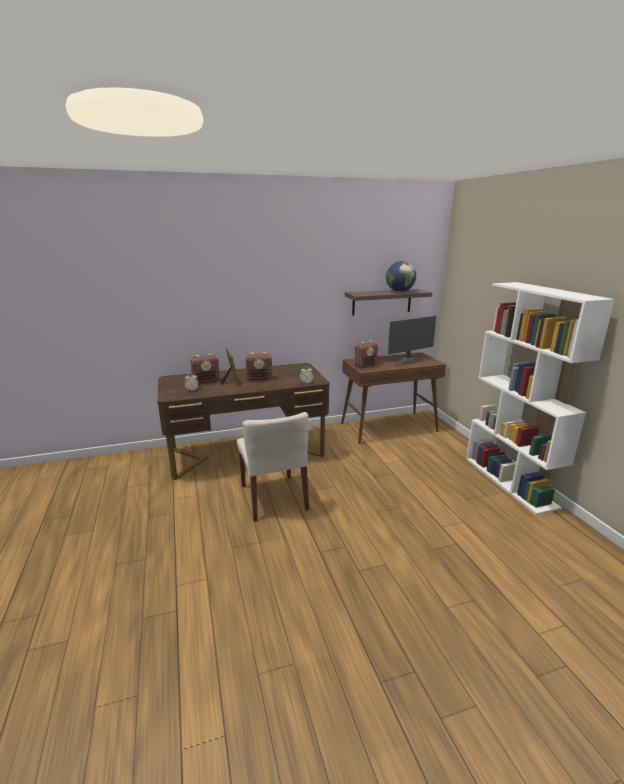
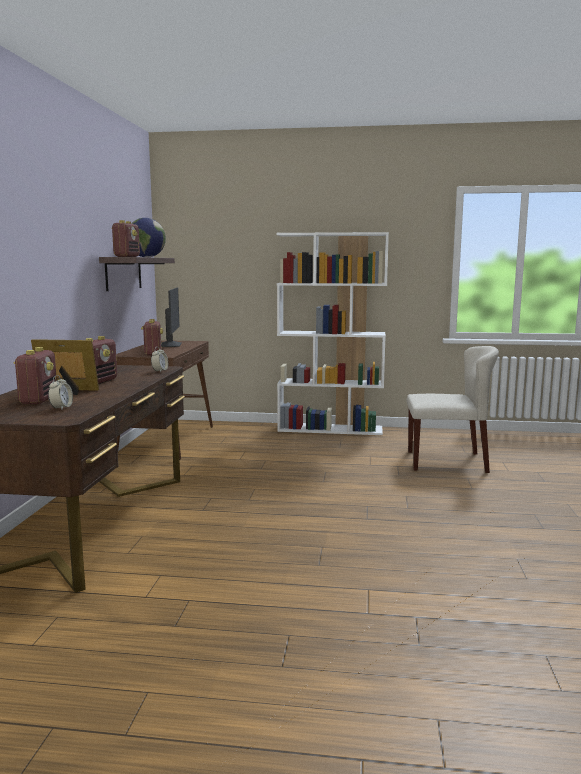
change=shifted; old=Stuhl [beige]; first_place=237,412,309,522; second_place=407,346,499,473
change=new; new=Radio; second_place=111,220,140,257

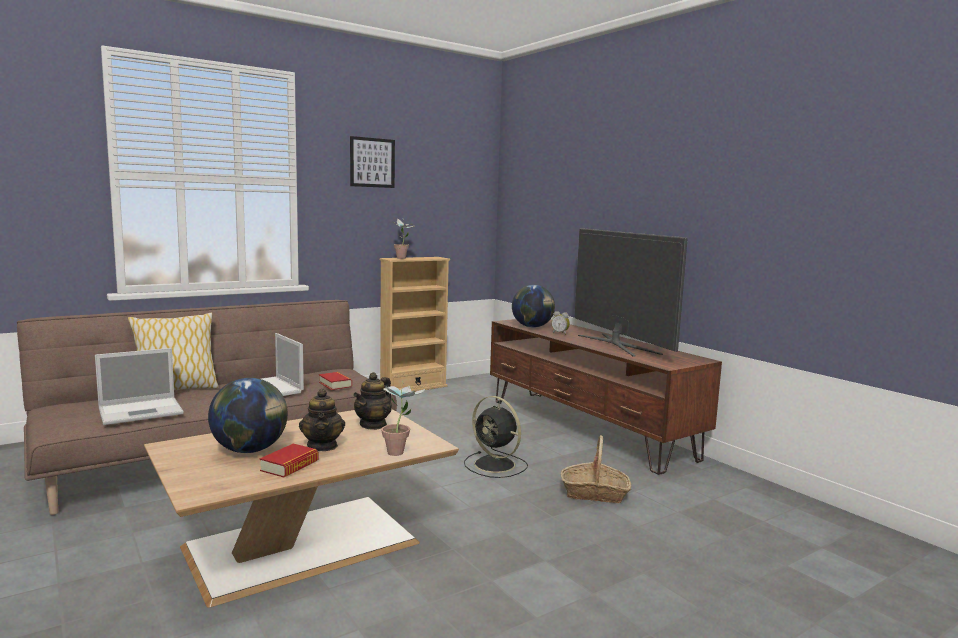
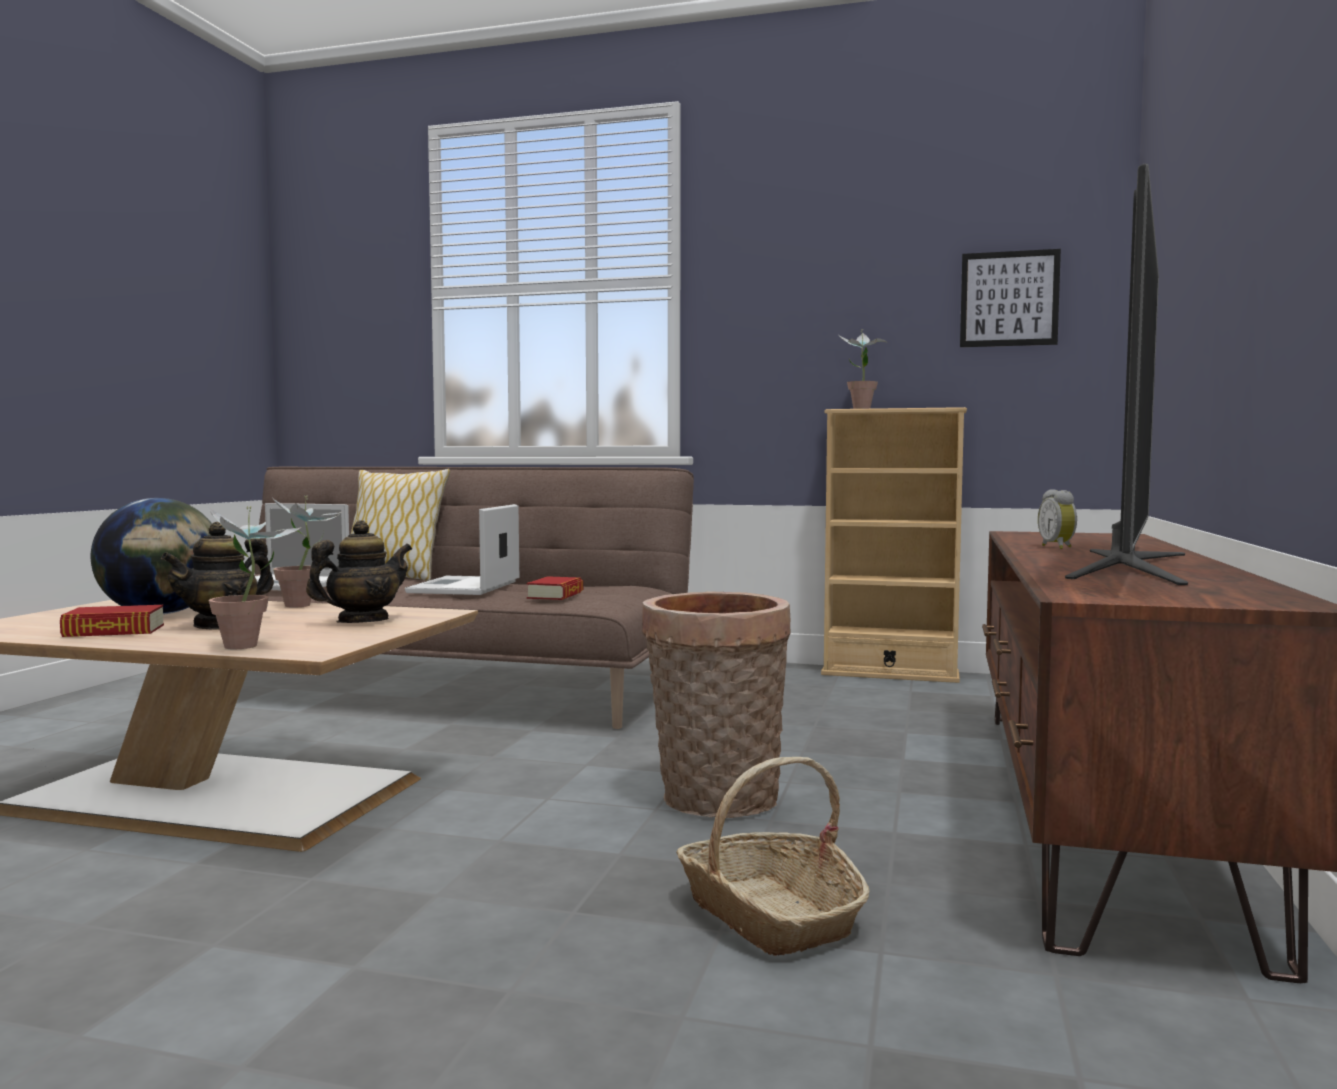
change=shifted; old=Bild; first_place=350,136,395,188; second_place=960,249,1061,347
change=gone; old=Globus; first_place=512,285,555,328
change=rotated; old=Teekanne; first_place=353,372,392,430; second_place=306,520,412,623; degrees=150
change=swapped; old=Ventilator [schwarz]; new=Korb; first_place=464,396,528,478; second_place=642,591,791,818
change=new; new=Topfpflanze; second_place=273,496,342,608

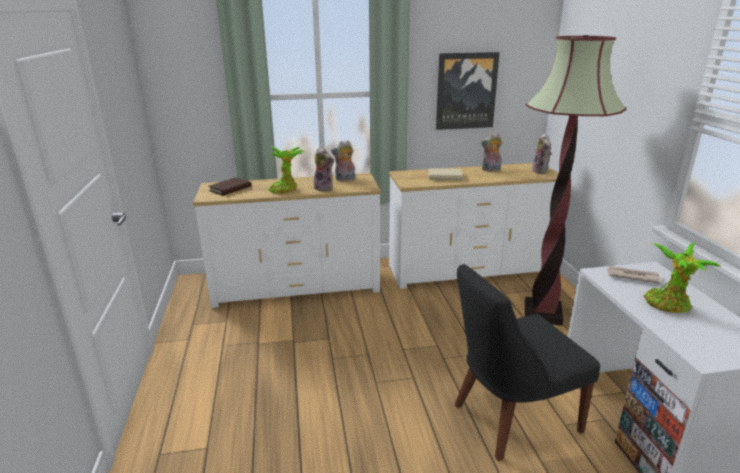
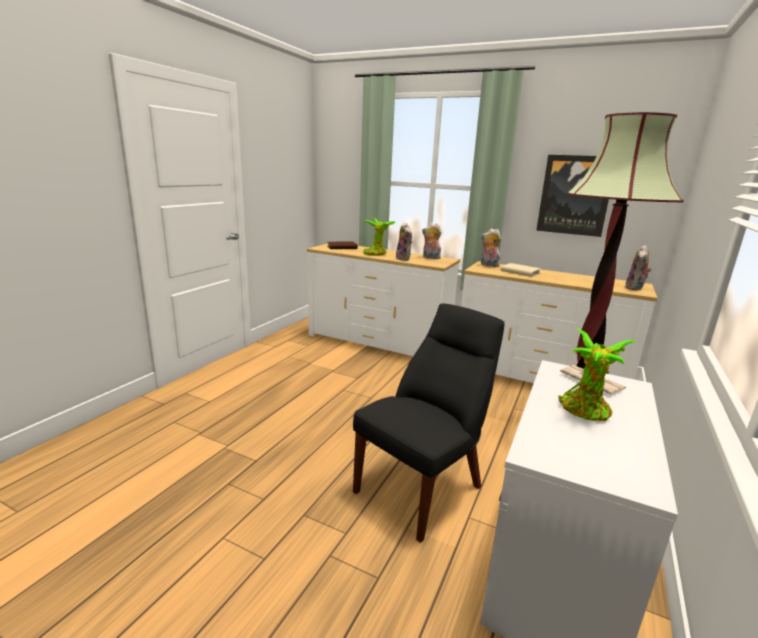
change=shifted; old=Plüschtier; first_place=481,133,502,171; second_place=481,229,501,267
change=rotated; old=Stuhl [schwarz]; first_place=455,264,600,461; second_place=353,304,505,543; degrees=120

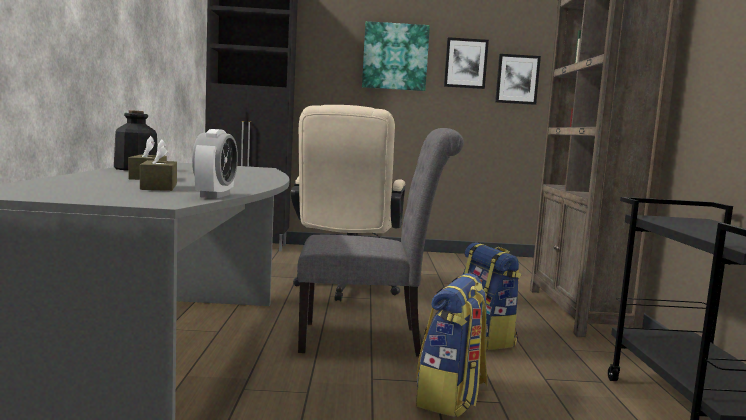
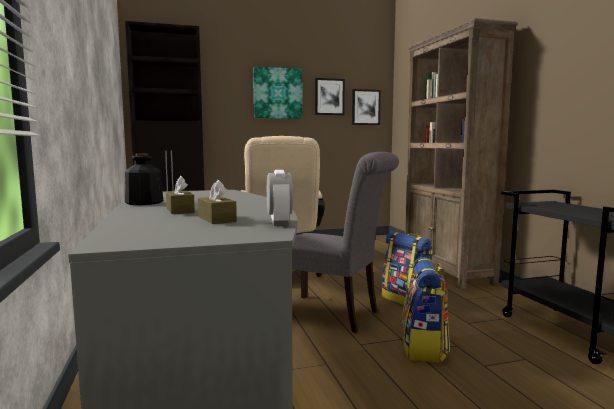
change=rotated; old=Stuhl [grau]; first_place=297,128,464,357; second_place=292,152,399,333; degrees=45

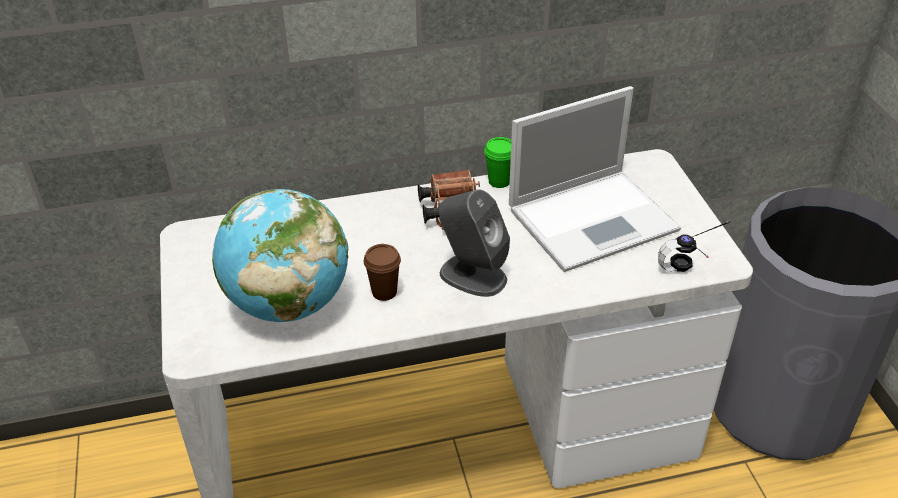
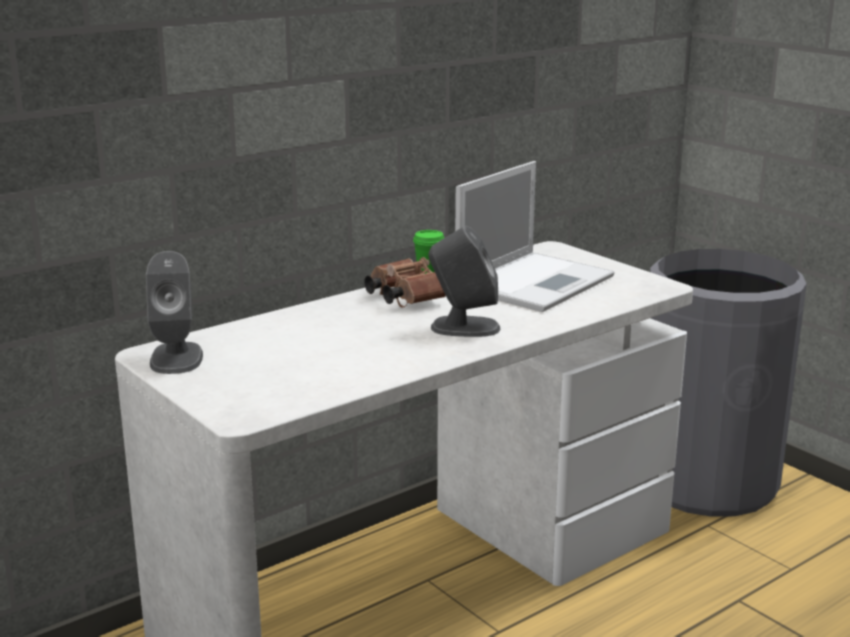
change=gone; old=Globus; first_place=212,189,349,322
change=gone; old=Kopfhörer; first_place=658,220,731,272
change=gone; old=Tasse [braun]; first_place=364,244,401,301
change=new; new=Lautsprecher [grau]; second_place=146,251,203,374

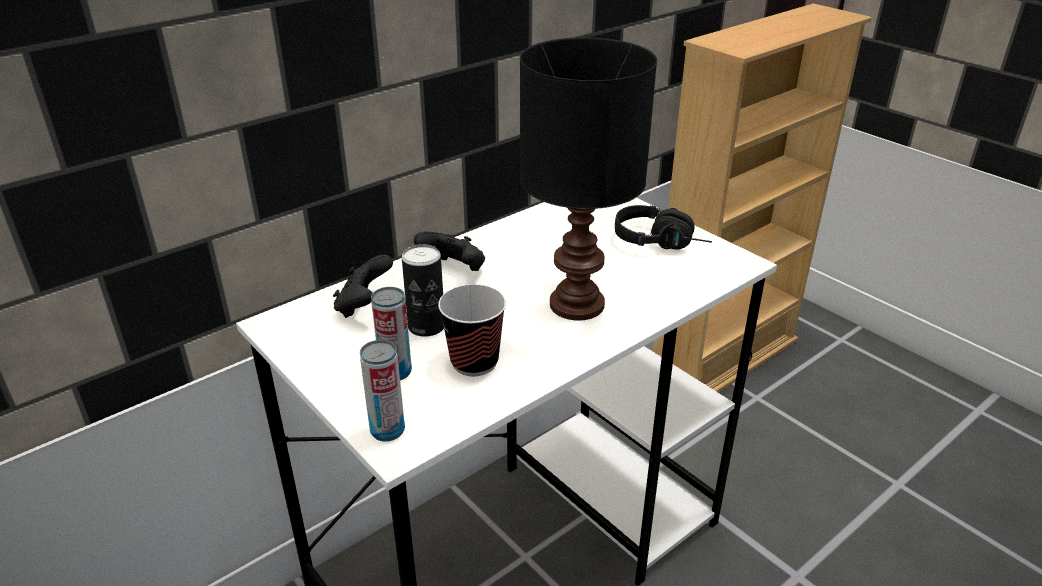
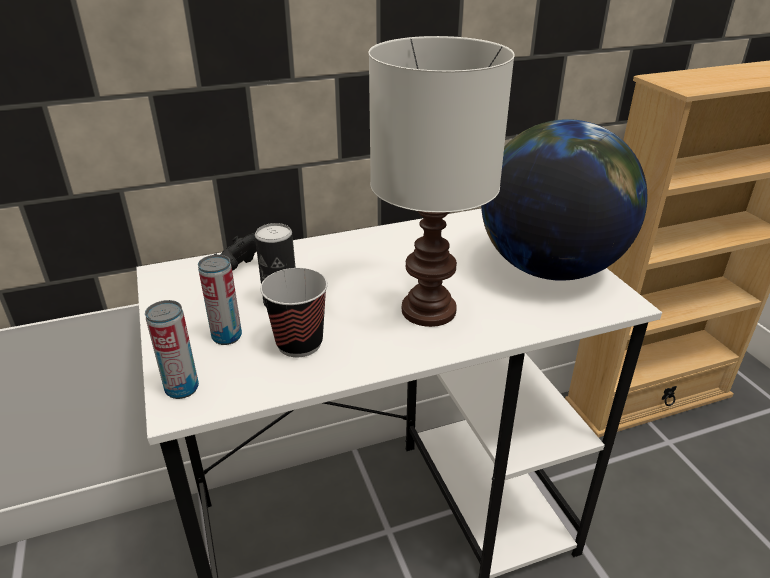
change=repainted; old=Tischlampe [schwarz]; new=Tischlampe [weiß]; first_place=520,37,657,321; second_place=368,36,515,327
change=swapped; old=Kopfhörer [schwarz]; new=Globus; first_place=615,205,712,250; second_place=481,119,648,281
change=gone; old=Gamepad [schwarz]; first_place=414,231,485,271

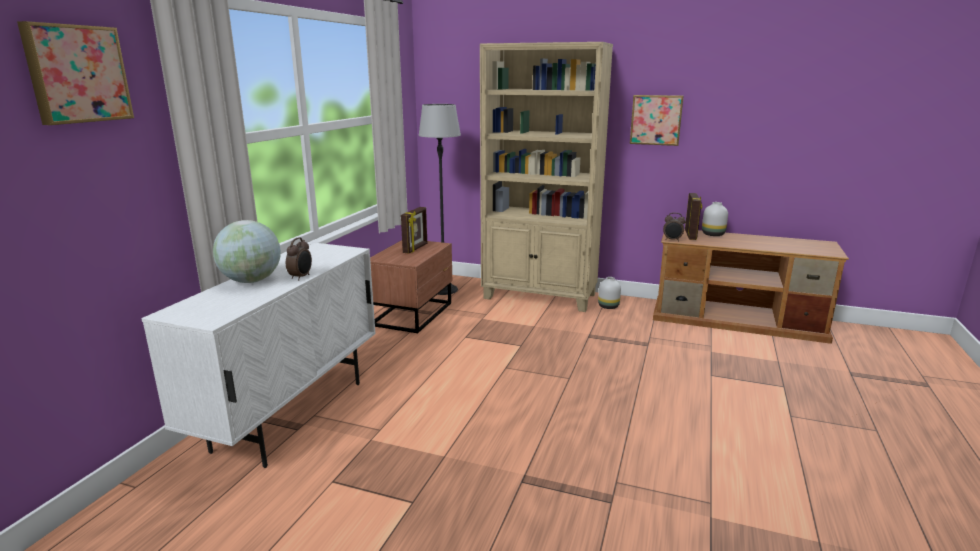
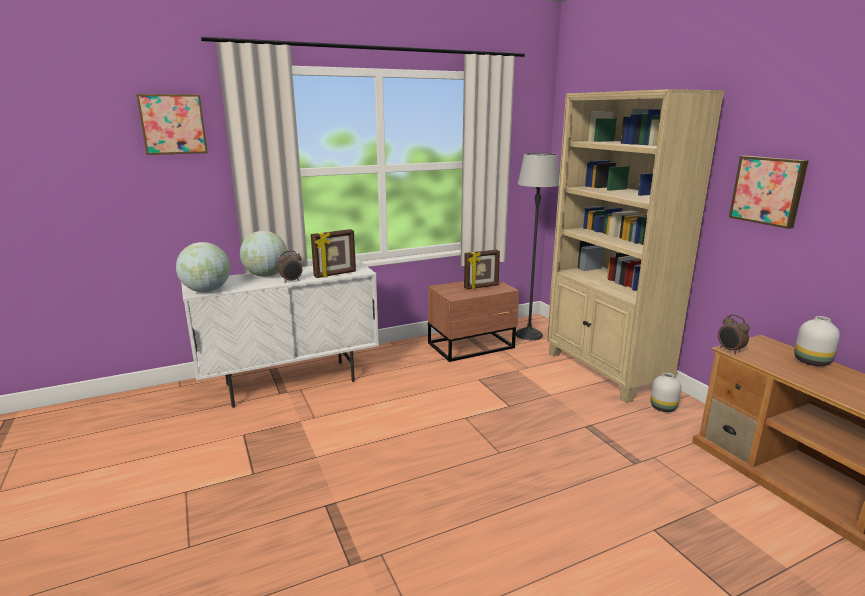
change=shifted; old=Bilderrahmen; first_place=685,193,702,240; second_place=311,229,356,278
change=new; new=Globus; second_place=176,242,230,292

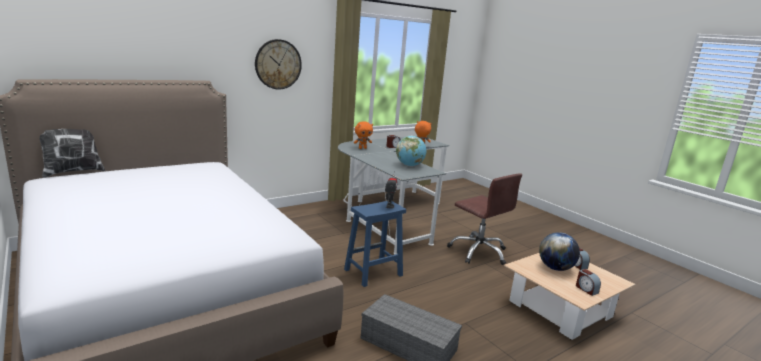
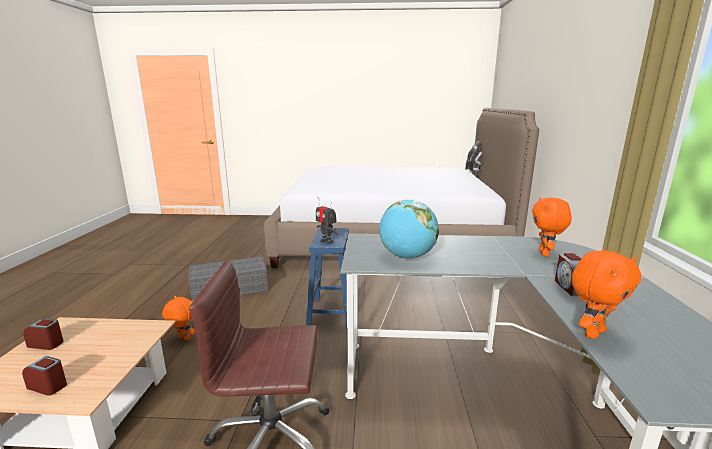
change=gone; old=Wanduhr; first_place=255,39,302,90
change=gone; old=Globus; first_place=539,232,580,271
change=new; new=Plüschtier [orange]; second_place=162,296,195,340

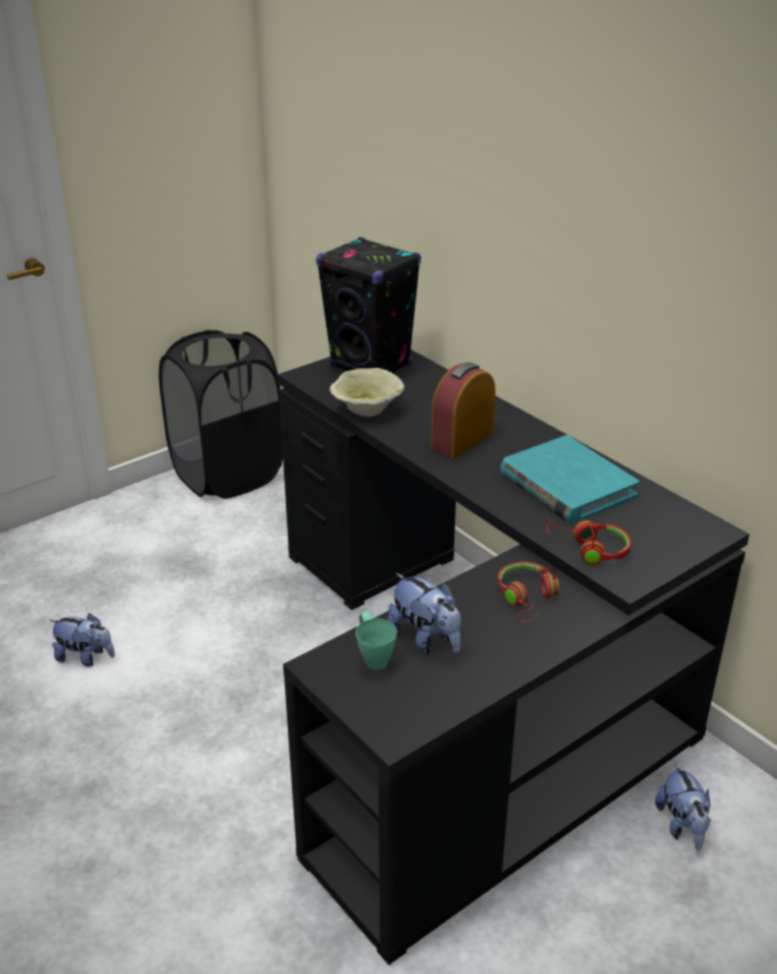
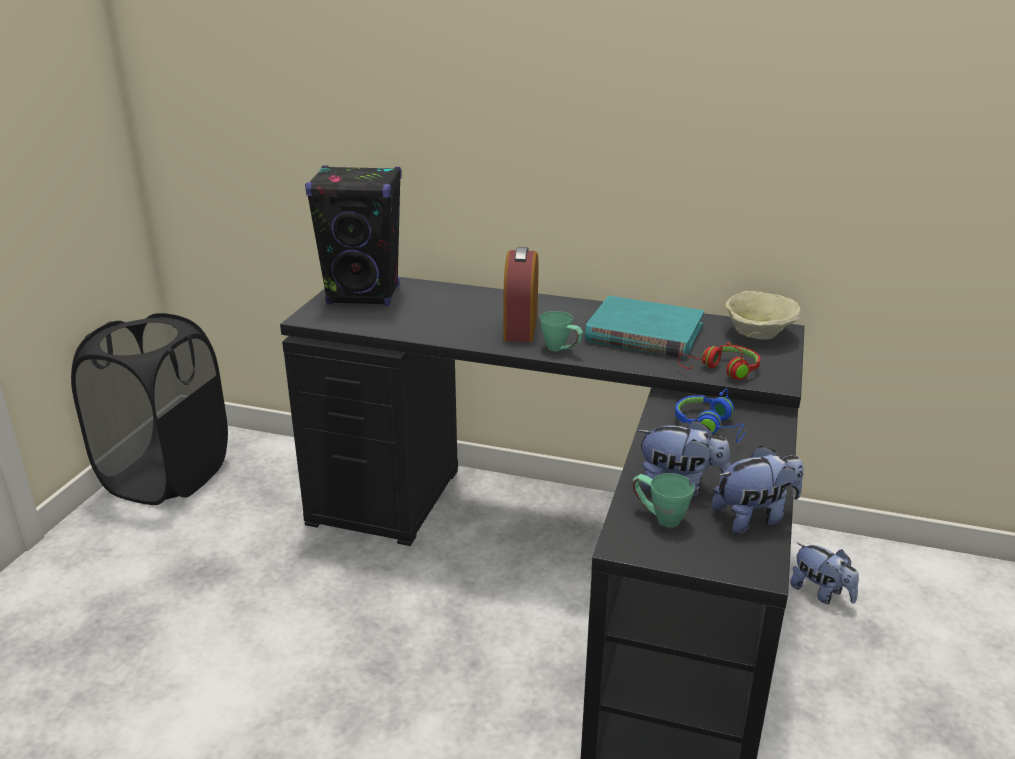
change=shifted; old=Schüssel [beige]; first_place=330,368,404,417; second_place=725,291,801,340
change=repainted; old=Kopfhörer [rot]; new=Kopfhörer [blau]; first_place=497,562,559,623; second_place=675,388,747,443
change=shifted; old=Plüschtier; first_place=49,613,115,666; second_place=712,446,804,534
change=new; new=Henkelbecher [grün]; second_place=540,311,583,351

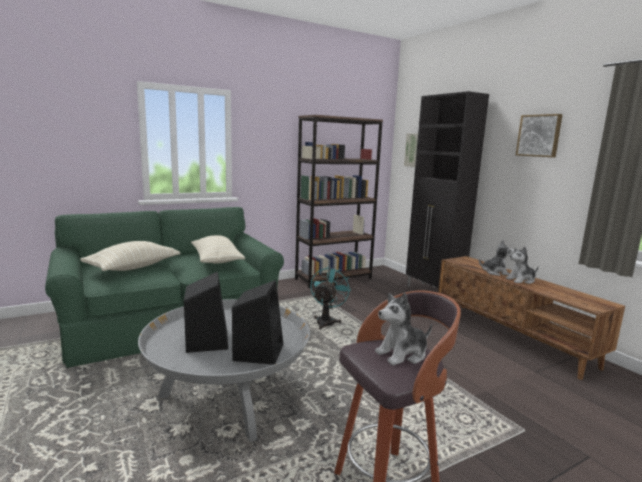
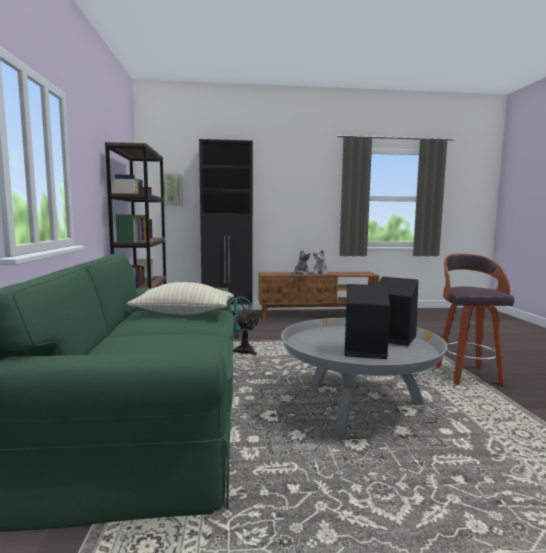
change=gone; old=Bild; first_place=516,114,563,157
change=gone; old=Kissen [beige]; first_place=80,241,180,271
change=gone; old=Plüschtier; first_place=375,293,432,365

